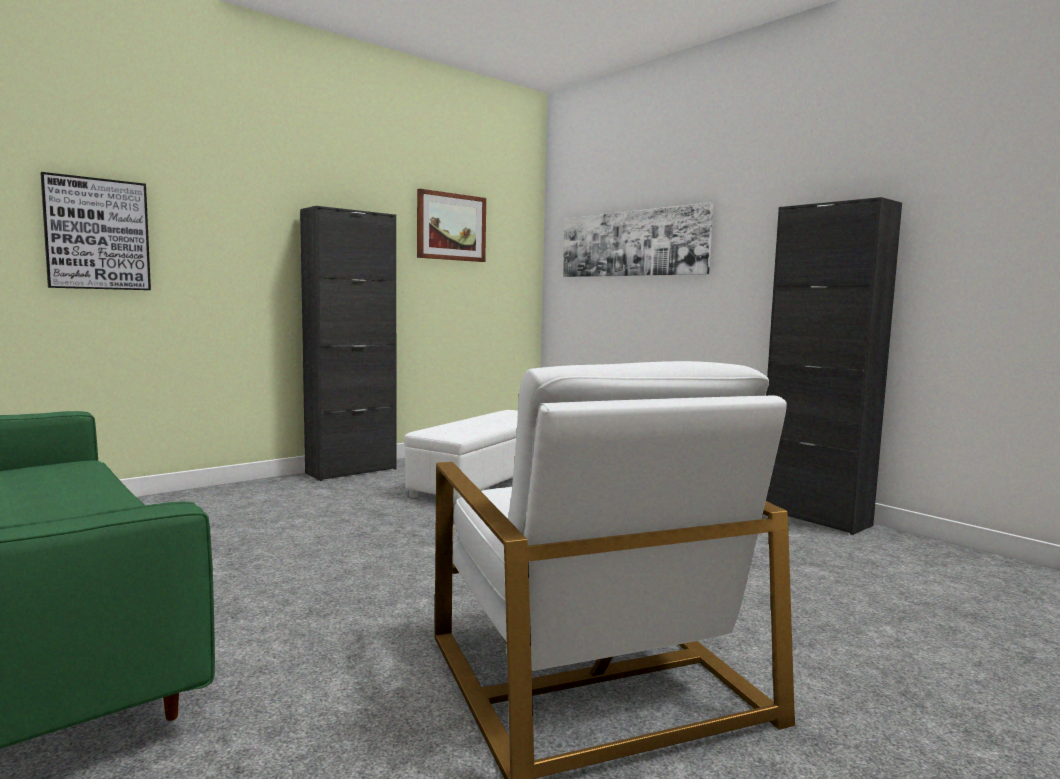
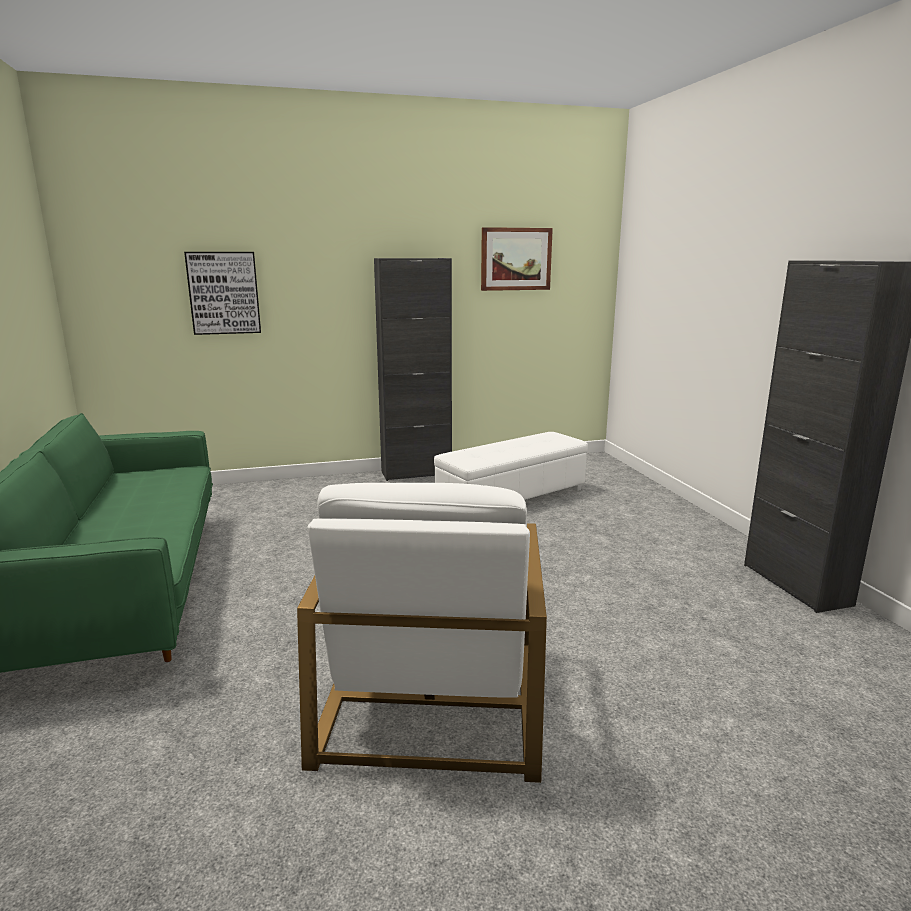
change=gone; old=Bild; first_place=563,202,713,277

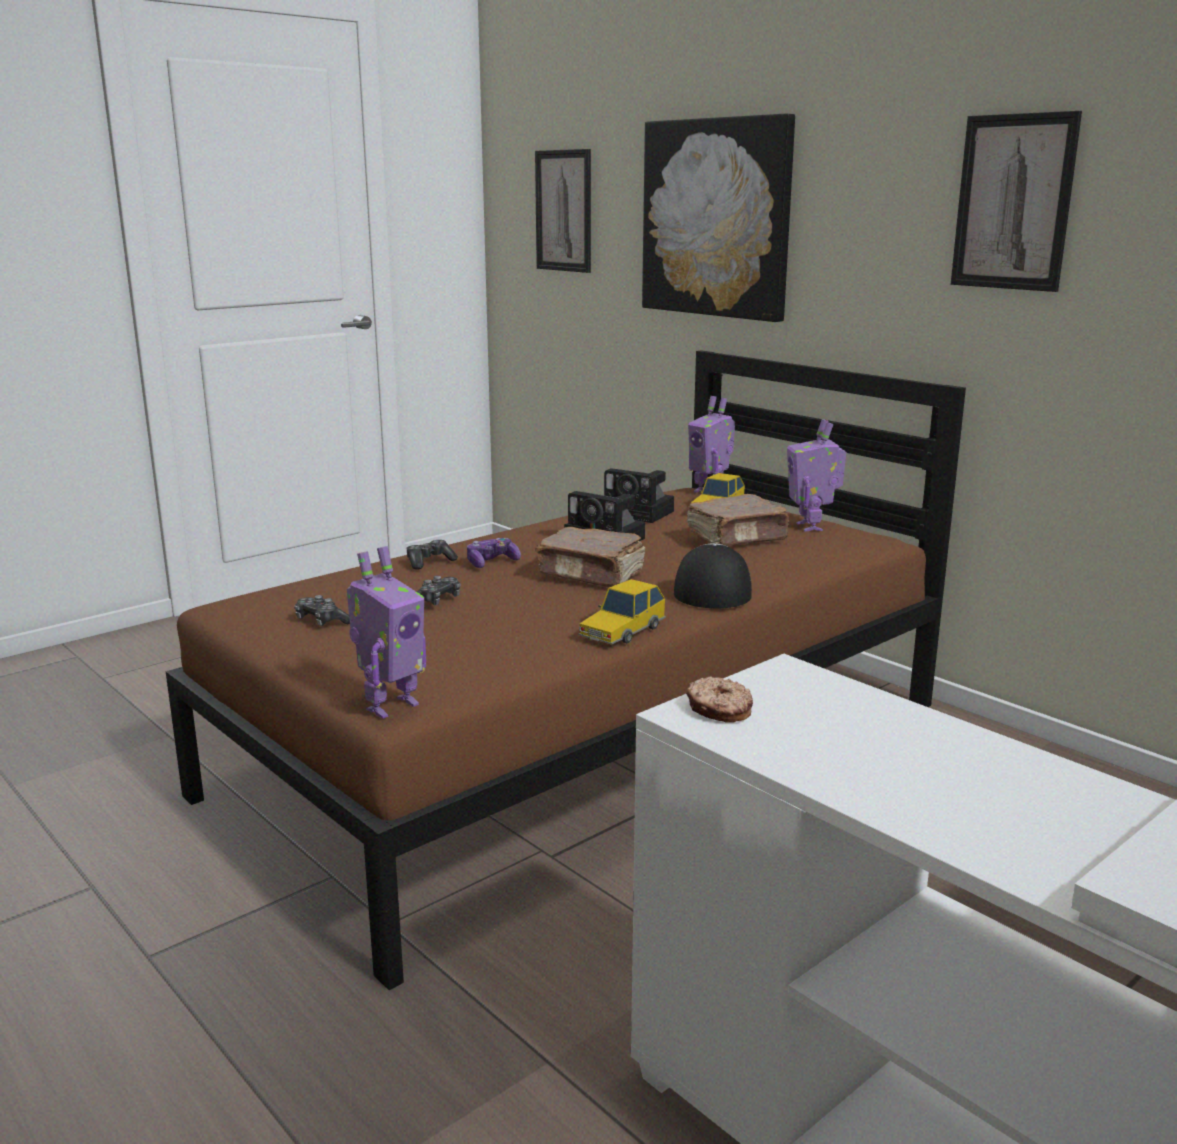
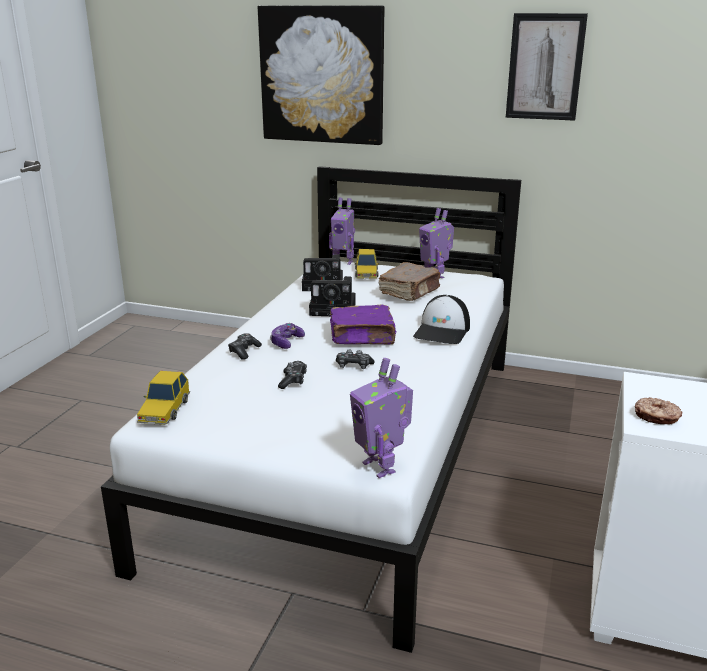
change=gone; old=Bild; first_place=535,149,591,273
change=repainted; old=Bett [braun]; new=Bett [weiß]; first_place=166,350,966,990; second_place=101,166,521,653
change=repainted; old=Buch [braun]; new=Buch [lila]; first_place=535,527,645,587; second_place=330,305,396,344
change=rotated; old=Kappe; first_place=674,543,752,608; second_place=413,295,470,344; degrees=-135
change=rotated; old=Spielzeugroboter; first_place=347,546,426,719; second_place=350,358,413,478; degrees=135
change=shifted; old=Spielzeugauto; first_place=578,579,666,645; second_place=137,371,190,425
change=shifted; old=Gamepad; first_place=294,595,350,626; second_place=336,350,375,369

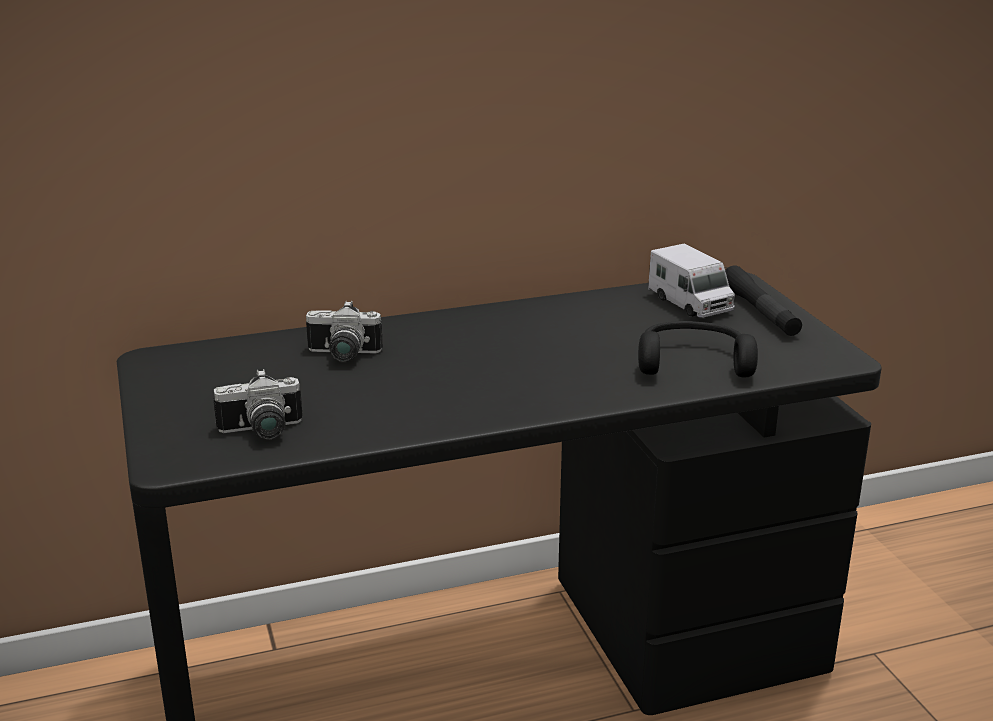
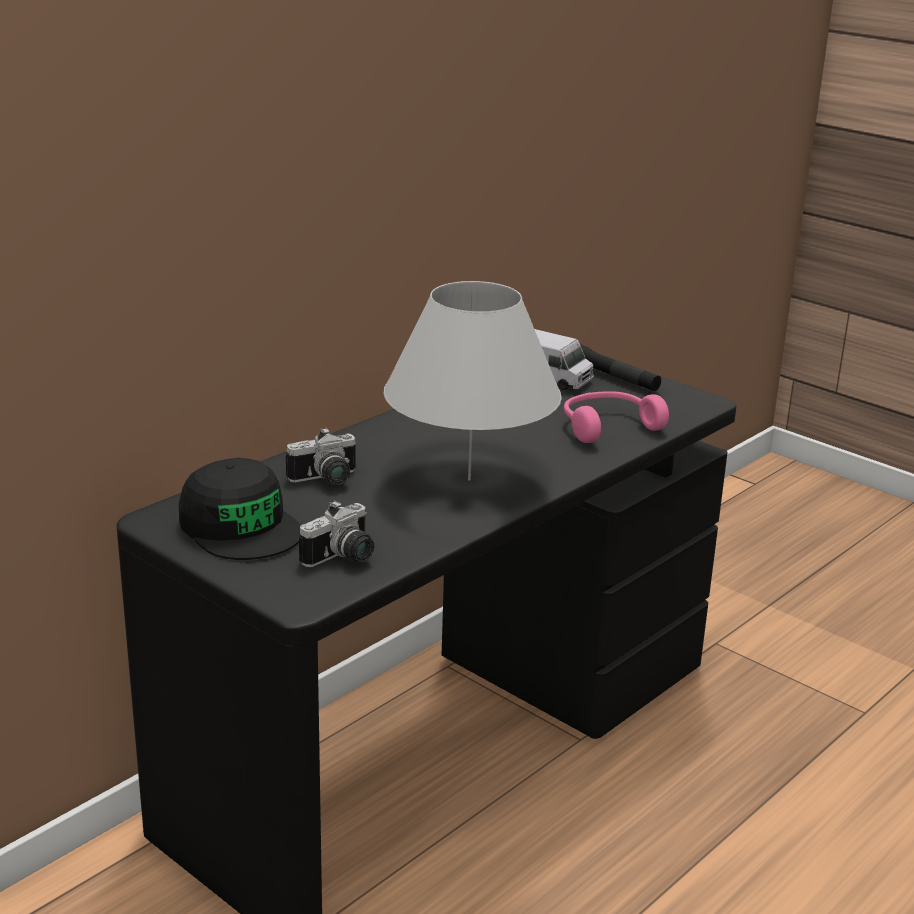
change=repainted; old=Kopfhörer [schwarz]; new=Kopfhörer [rosa]; first_place=638,321,758,377; second_place=564,391,669,443
change=new; new=Tischlampe [weiß]; second_place=384,281,562,480
change=new; new=Kappe [schwarz]; second_place=179,458,301,560

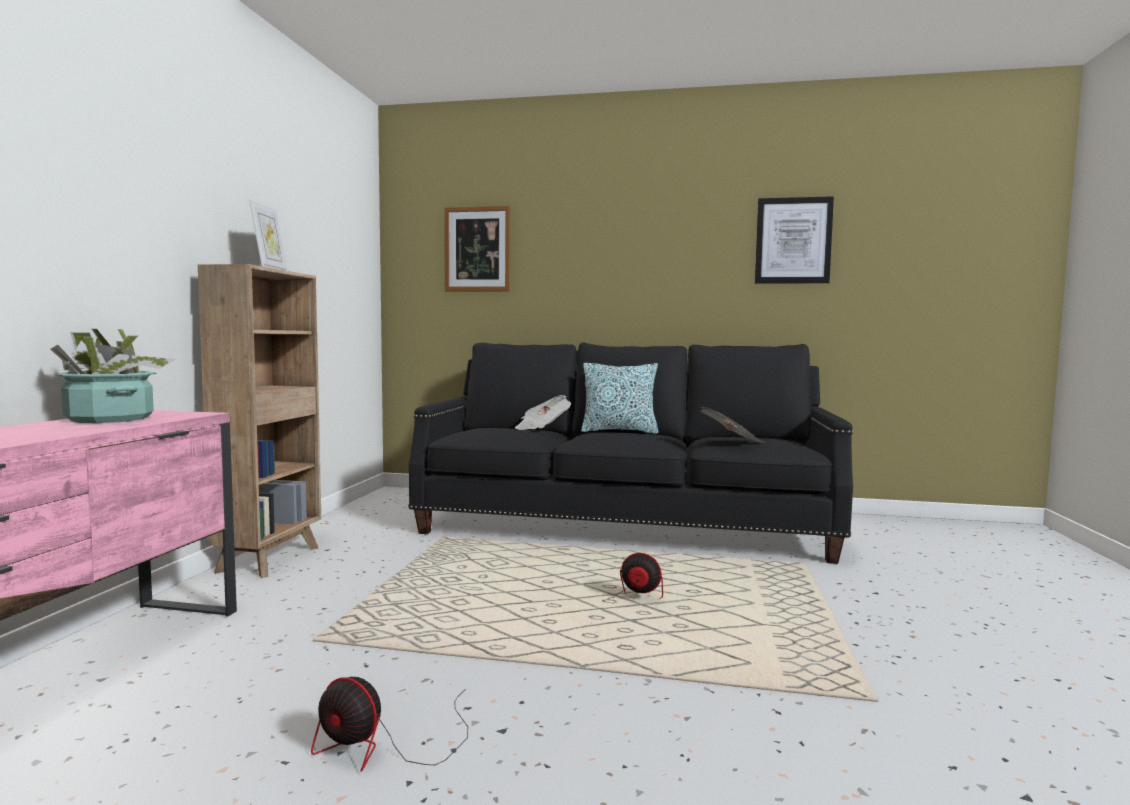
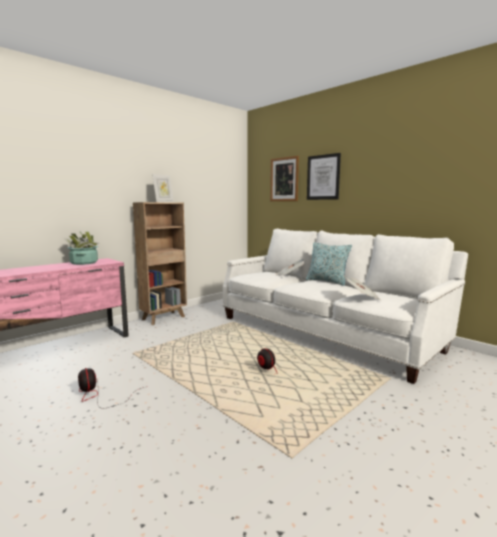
change=shifted; old=Bild; first_place=755,196,834,284; second_place=307,153,341,200
change=repainted; old=Sofa [schwarz]; new=Sofa [weiß]; first_place=408,342,853,564; second_place=222,229,468,384

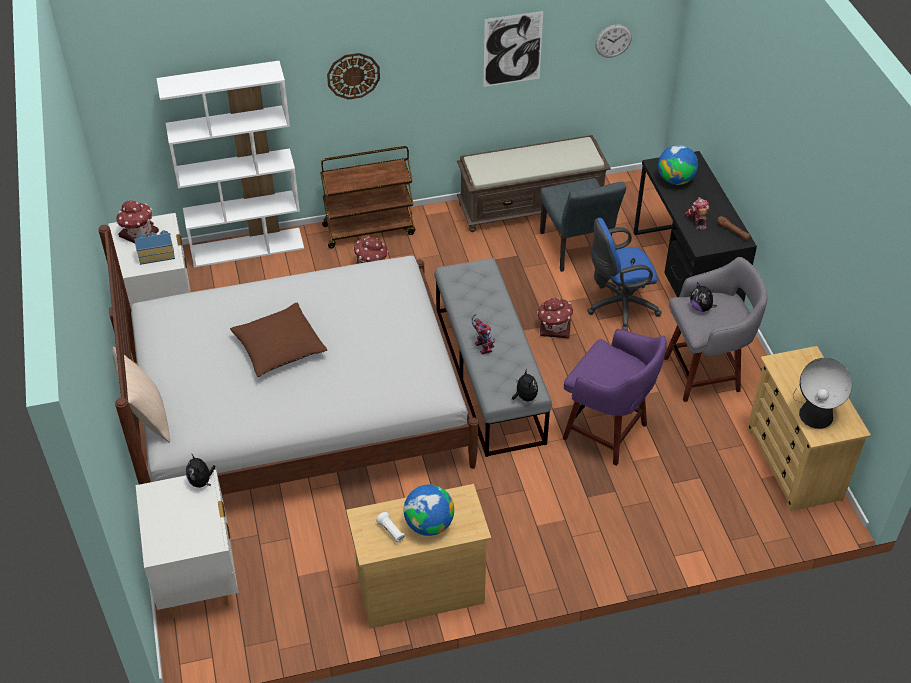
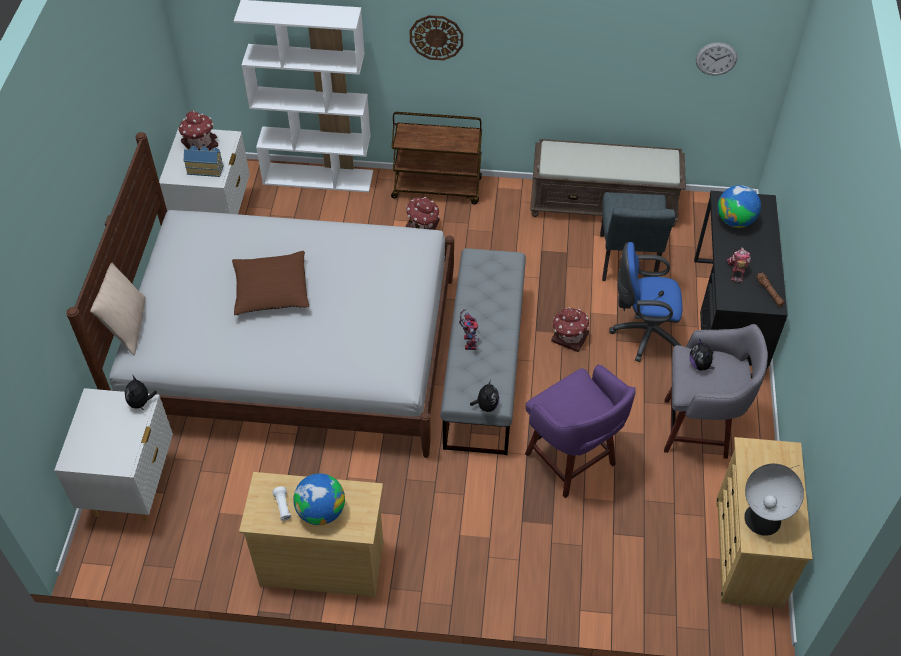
change=gone; old=Bild; first_place=483,11,543,87

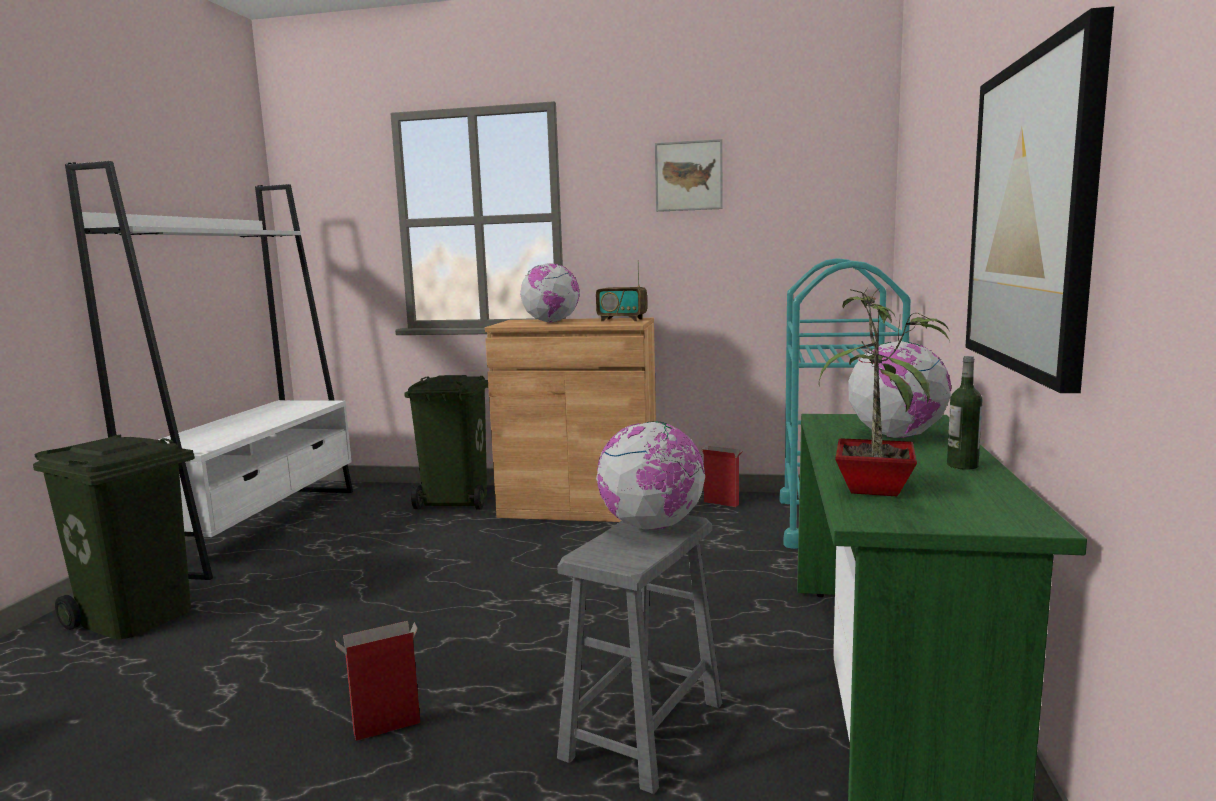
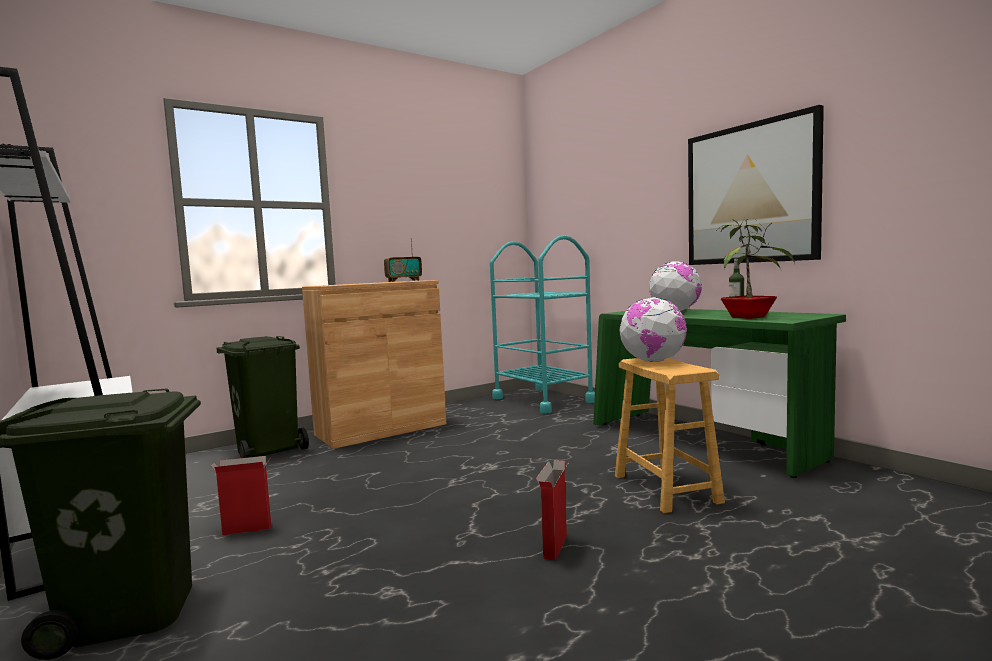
change=gone; old=Bild; first_place=655,139,722,212
change=gone; old=Globus; first_place=520,263,580,322
change=shifted; old=Karton; first_place=701,446,743,507; second_place=212,456,271,535
change=repainted; old=Hocker [grau]; new=Hocker [braun]; first_place=557,515,722,794; second_place=615,358,725,513

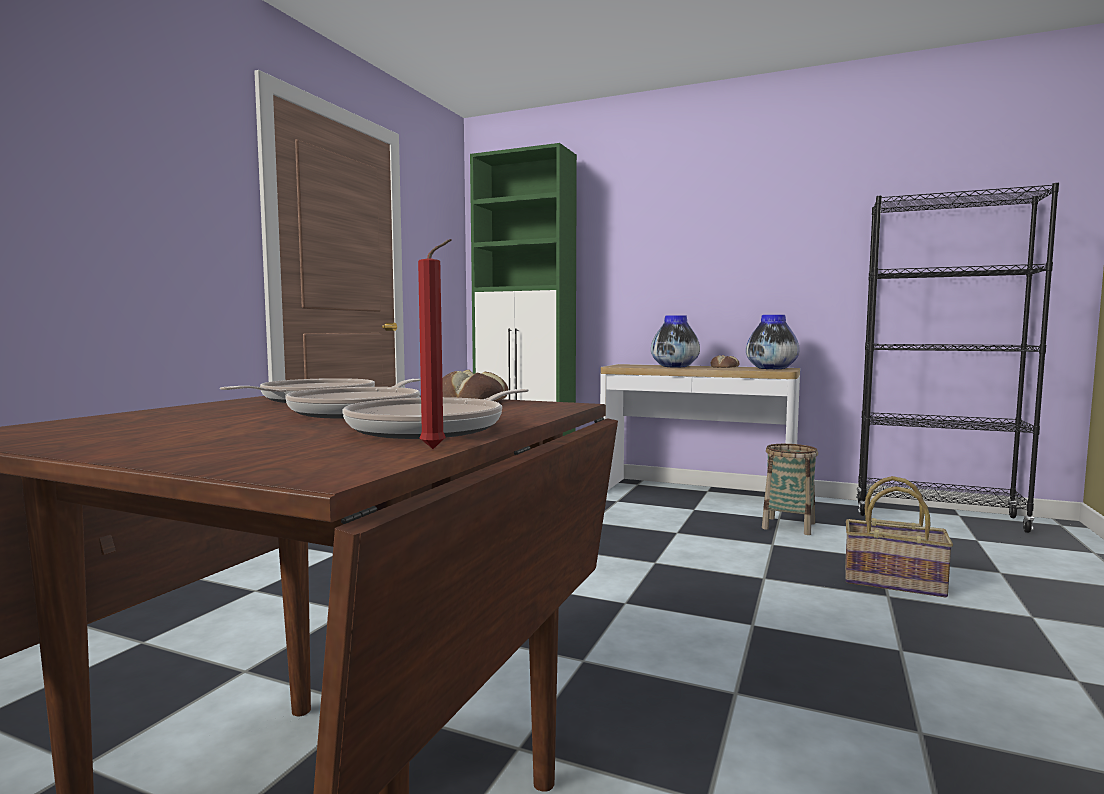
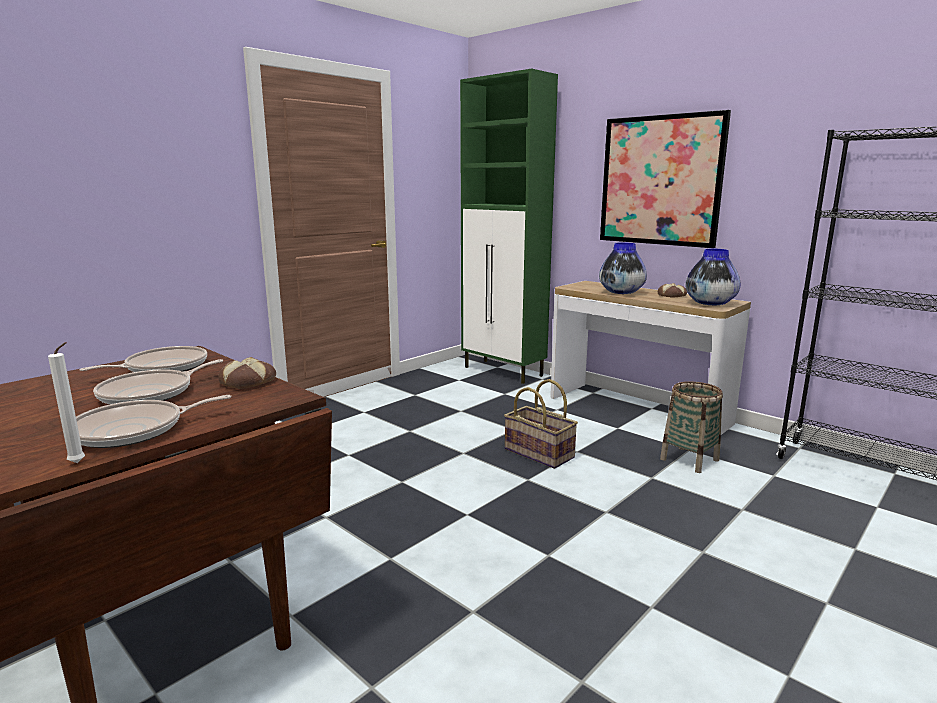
change=repainted; old=Kerze [rot]; new=Kerze [weiß]; first_place=418,239,451,449; second_place=48,342,85,463
change=shifted; old=Korb; first_place=845,476,953,597; second_place=504,379,578,469
change=new; new=Bild; second_place=600,110,731,248

